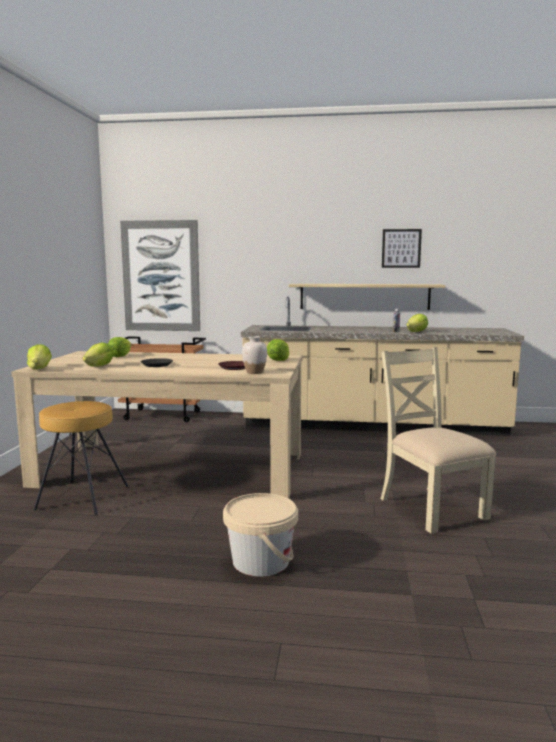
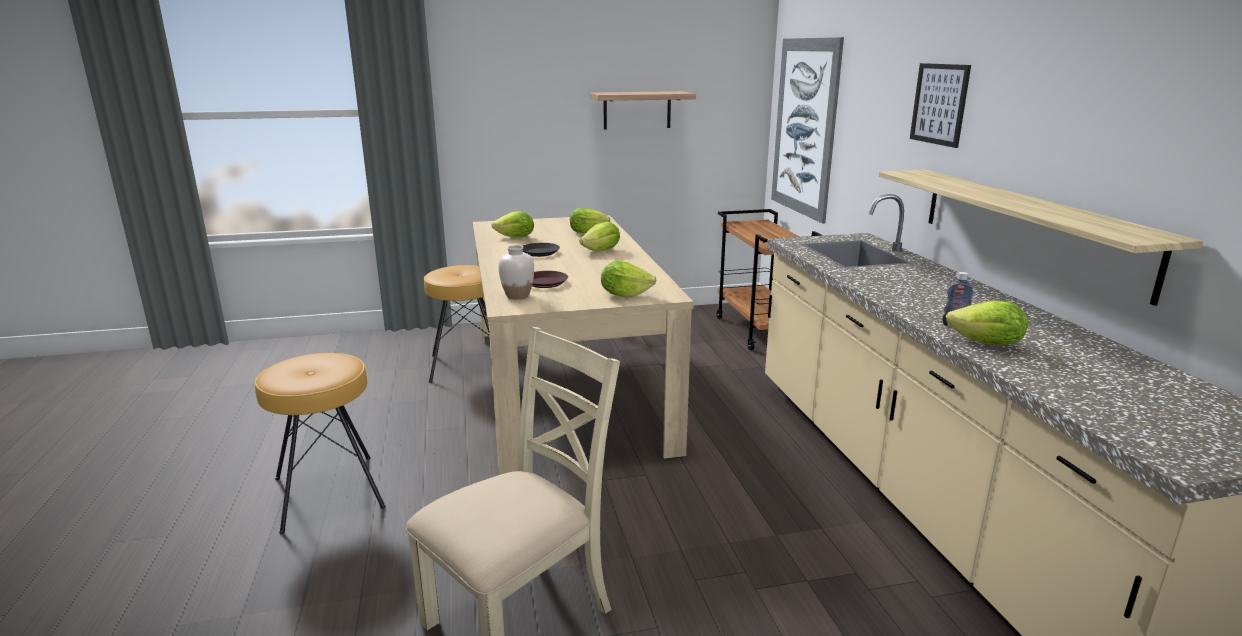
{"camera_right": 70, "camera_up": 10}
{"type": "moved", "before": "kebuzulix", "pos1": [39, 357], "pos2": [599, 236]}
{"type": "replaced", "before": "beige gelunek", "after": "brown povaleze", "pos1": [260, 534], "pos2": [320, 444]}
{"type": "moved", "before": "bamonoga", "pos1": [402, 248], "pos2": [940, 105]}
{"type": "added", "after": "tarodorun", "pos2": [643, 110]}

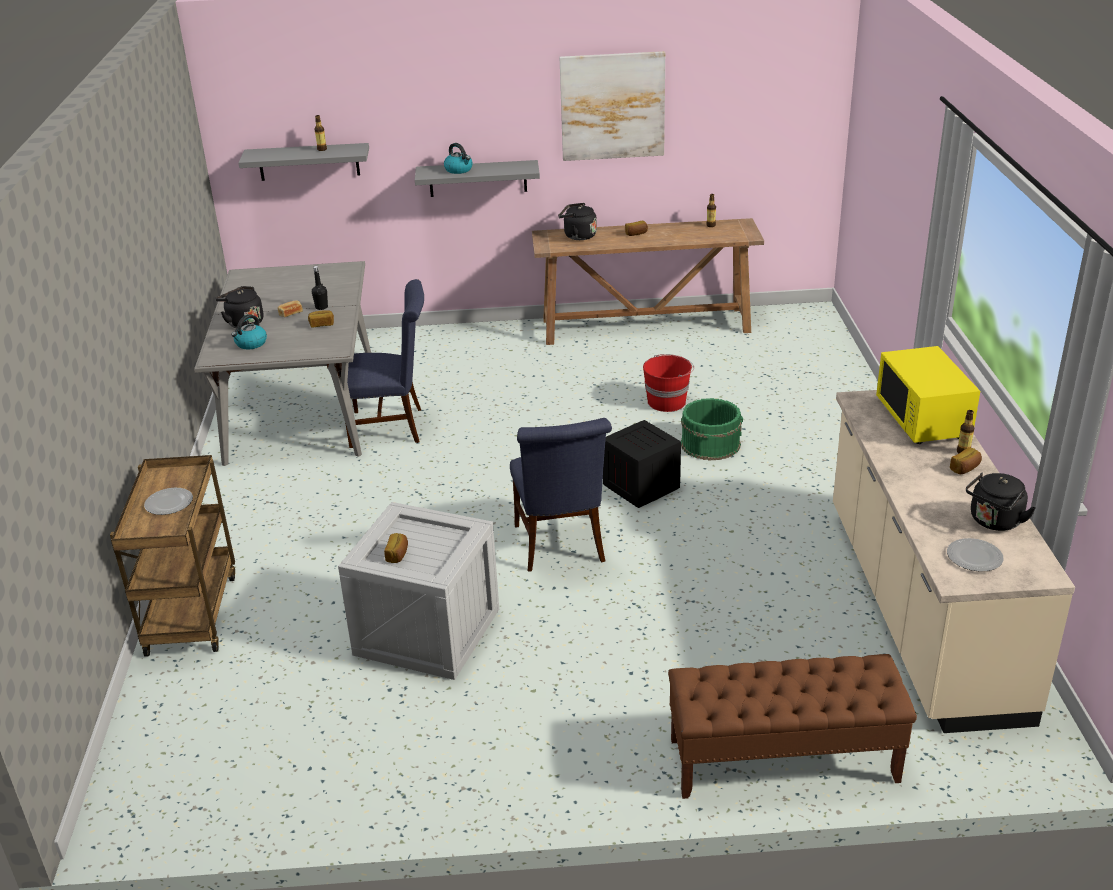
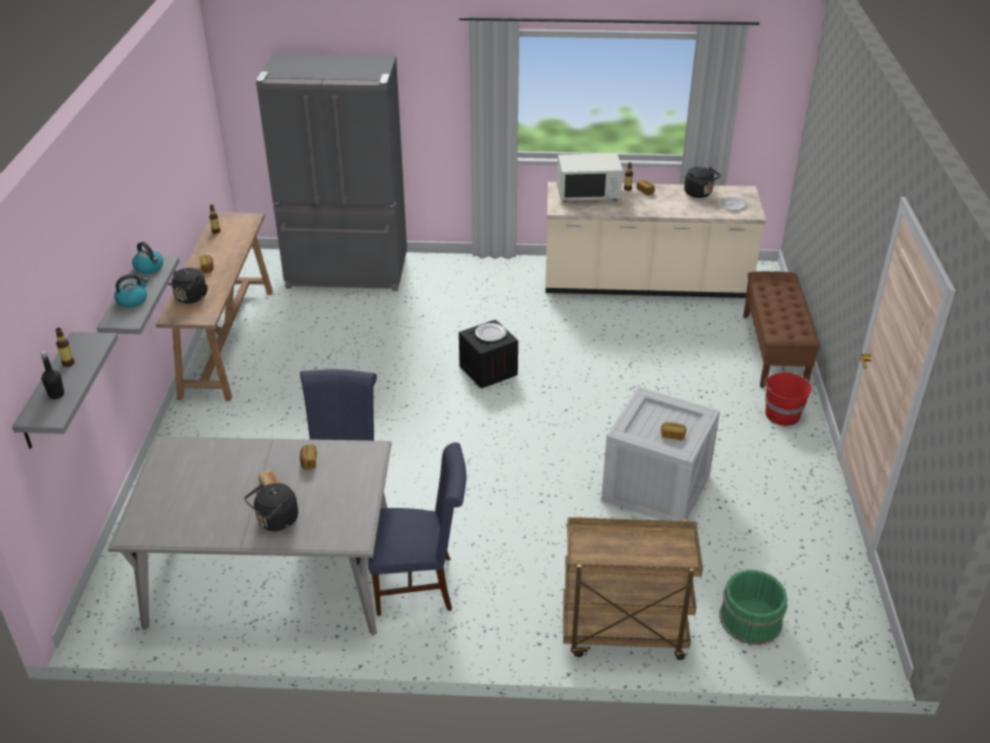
{"camera_right": -85, "camera_up": 5}
{"type": "moved", "before": "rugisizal", "pos1": [168, 501], "pos2": [491, 332]}
{"type": "moved", "before": "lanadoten", "pos1": [249, 332], "pos2": [147, 258]}
{"type": "moved", "before": "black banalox", "pos1": [320, 288], "pos2": [52, 375]}
{"type": "moved", "before": "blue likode", "pos1": [561, 495], "pos2": [417, 529]}
{"type": "removed", "before": "bamonoga", "pos1": [612, 106]}
{"type": "moved", "before": "red gelunek", "pos1": [668, 383], "pos2": [787, 399]}
{"type": "moved", "before": "green gelunek", "pos1": [712, 429], "pos2": [753, 607]}
{"type": "recoloured", "before": "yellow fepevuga", "after": "white fepevuga", "pos1": [928, 395], "pos2": [590, 177]}
{"type": "added", "after": "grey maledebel", "pos2": [331, 172]}

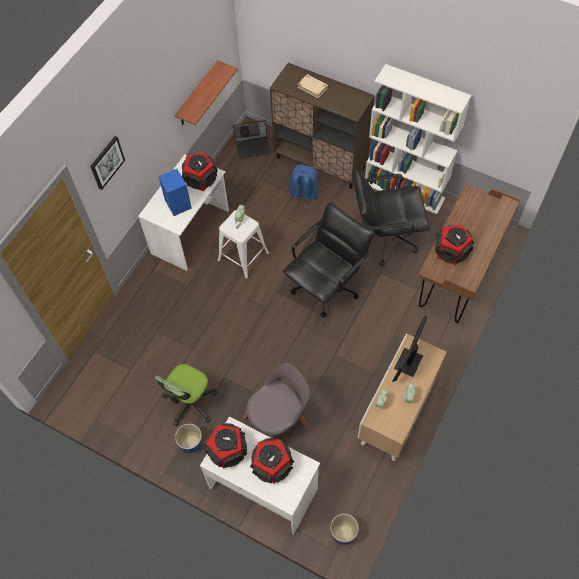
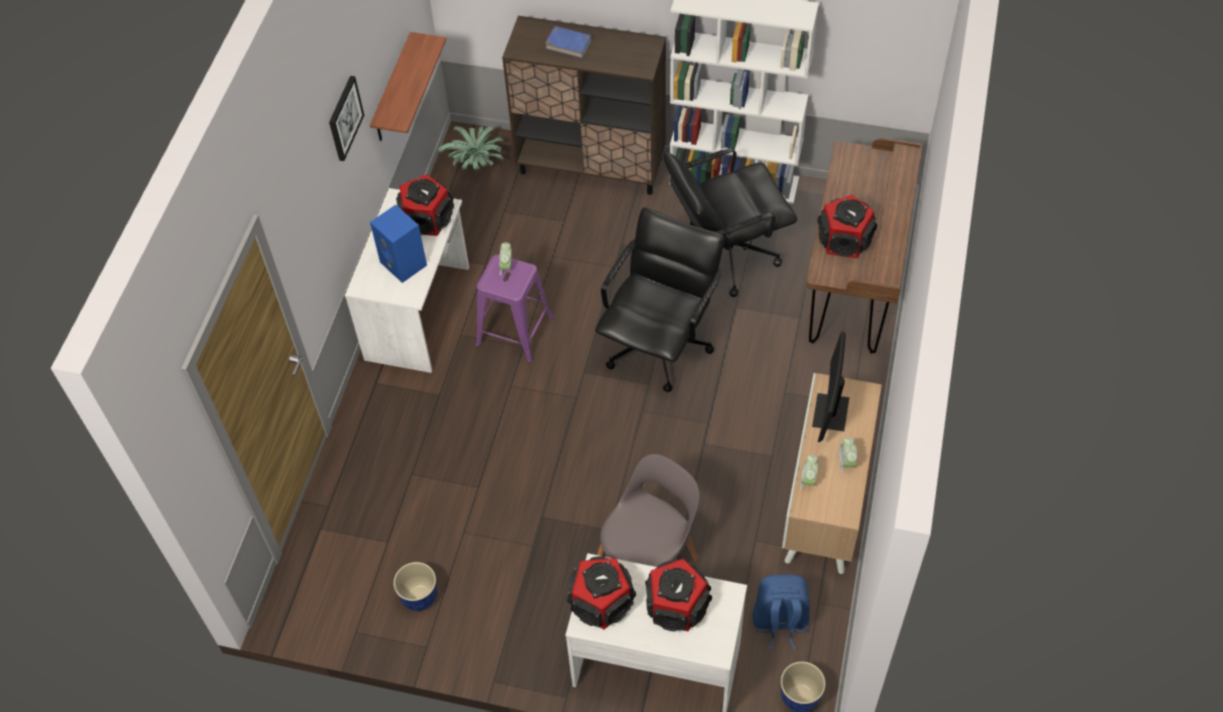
{"camera_right": -15, "camera_up": -5}
{"type": "moved", "before": "bamonoga", "pos1": [107, 163], "pos2": [346, 118]}
{"type": "removed", "before": "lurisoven", "pos1": [186, 395]}
{"type": "moved", "before": "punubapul", "pos1": [188, 438], "pos2": [415, 586]}
{"type": "recoloured", "before": "white povaleze", "after": "purple povaleze", "pos1": [243, 244], "pos2": [514, 308]}
{"type": "replaced", "before": "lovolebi", "after": "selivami", "pos1": [252, 139], "pos2": [471, 148]}
{"type": "moved", "before": "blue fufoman", "pos1": [304, 186], "pos2": [781, 613]}
{"type": "recoloured", "before": "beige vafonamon", "after": "blue vafonamon", "pos1": [313, 86], "pos2": [568, 42]}

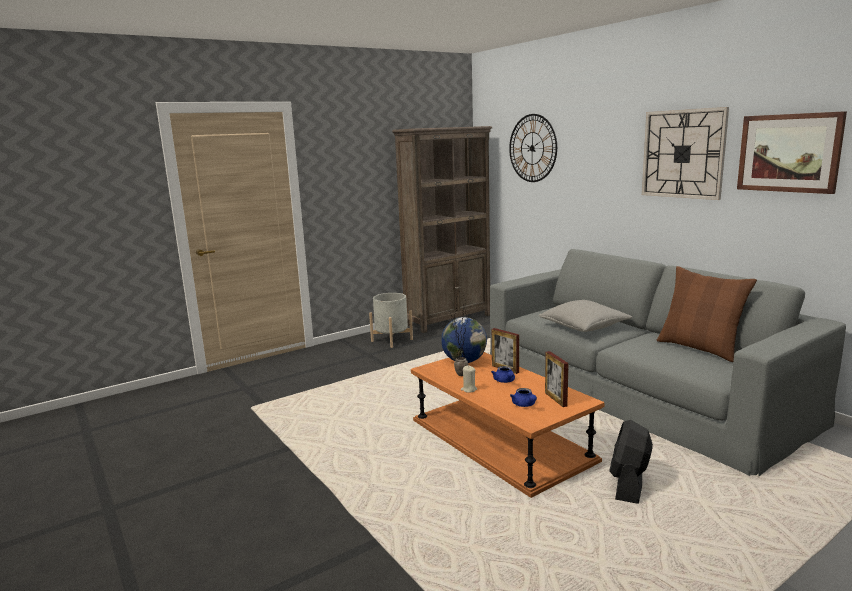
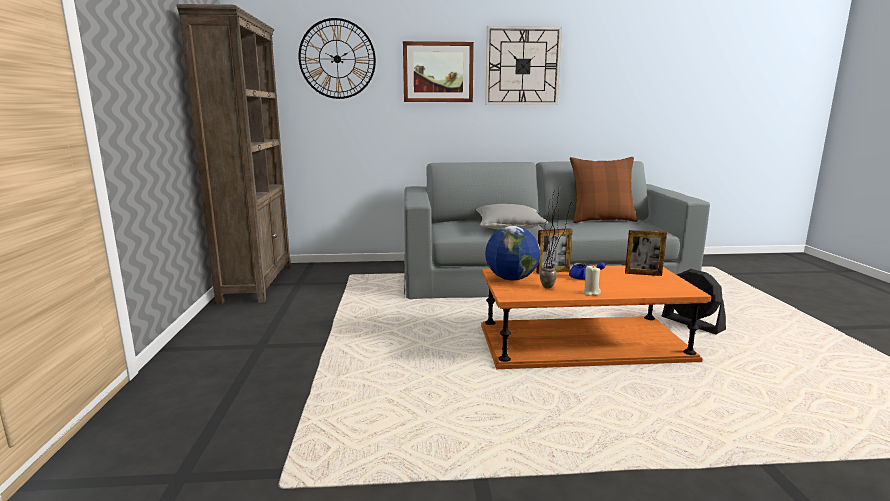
{"camera_right": -60, "camera_up": 0}
{"type": "removed", "before": "grey punubapul", "pos1": [391, 320]}
{"type": "removed", "before": "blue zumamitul", "pos1": [523, 397]}
{"type": "moved", "before": "bamonoga", "pos1": [792, 152], "pos2": [438, 71]}

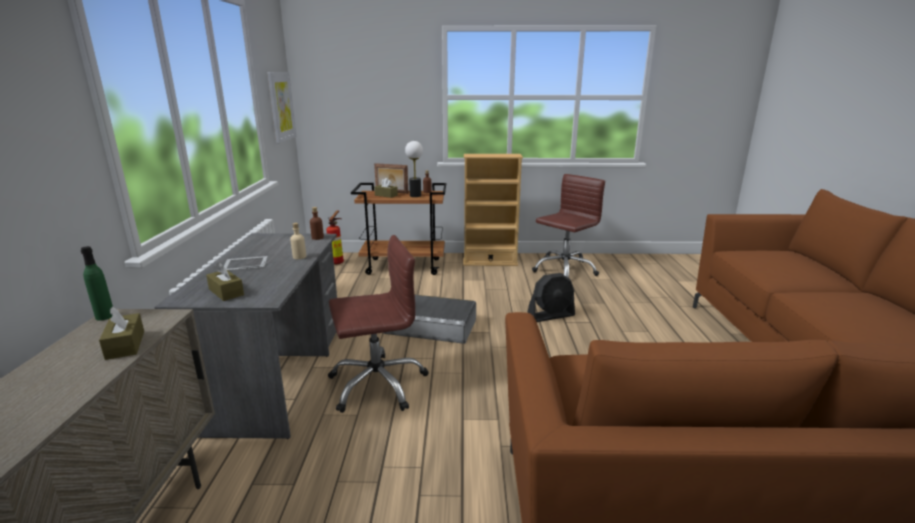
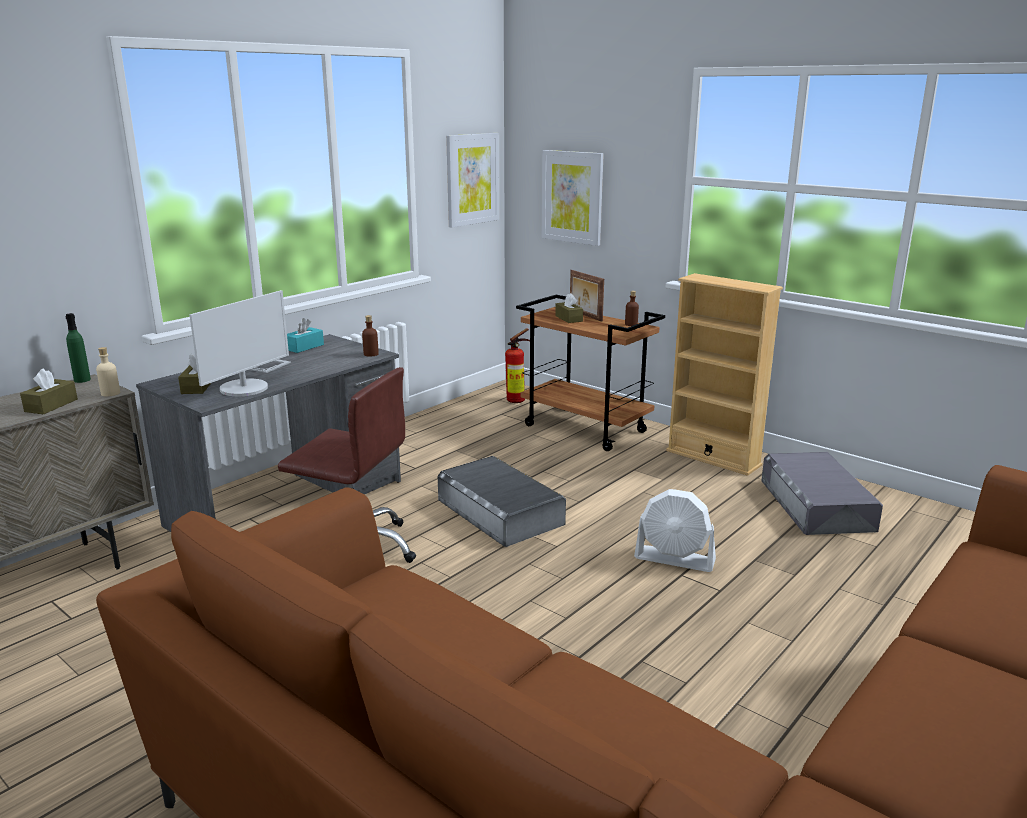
{"camera_right": 40, "camera_up": 0}
{"type": "moved", "before": "beige banalox", "pos1": [298, 241], "pos2": [108, 372]}
{"type": "removed", "before": "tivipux", "pos1": [414, 169]}
{"type": "recoloured", "before": "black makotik", "after": "white makotik", "pos1": [551, 297], "pos2": [675, 530]}
{"type": "replaced", "before": "brown lurisoven", "after": "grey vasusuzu", "pos1": [568, 225], "pos2": [822, 493]}
{"type": "added", "after": "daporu", "pos2": [239, 343]}
{"type": "added", "after": "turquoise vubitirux", "pos2": [305, 335]}
{"type": "added", "after": "bamonoga", "pos2": [572, 198]}

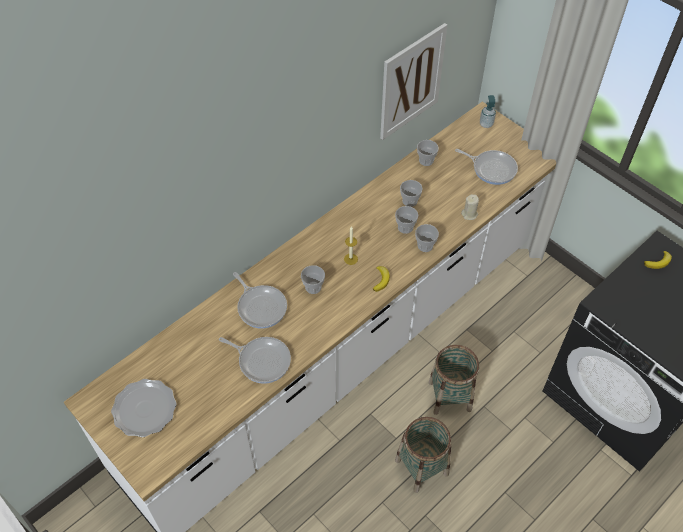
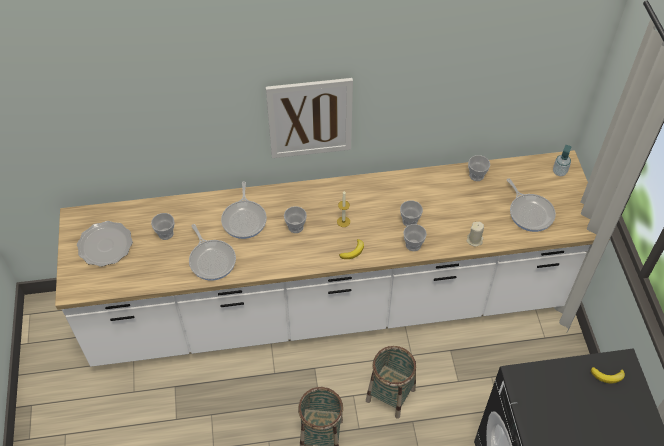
{"camera_right": 35, "camera_up": 0}
{"type": "moved", "before": "bamonoga", "pos1": [413, 81], "pos2": [309, 118]}
{"type": "moved", "before": "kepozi", "pos1": [411, 193], "pos2": [162, 226]}

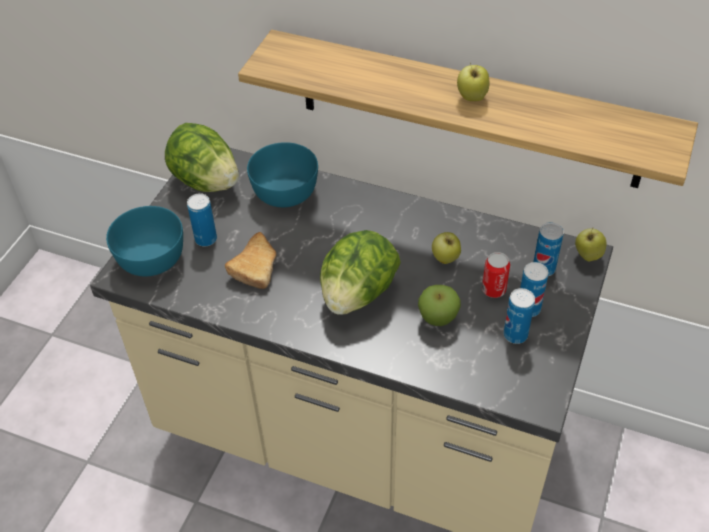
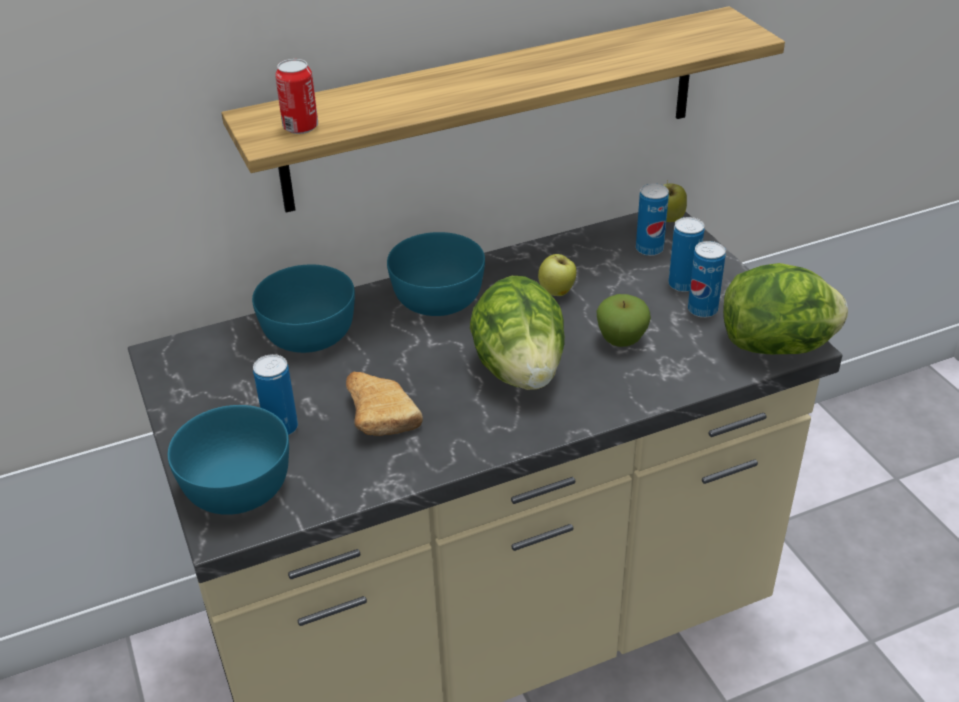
{"camera_right": -45, "camera_up": -10}
{"type": "moved", "before": "kebuzulix", "pos1": [202, 157], "pos2": [785, 308]}
{"type": "removed", "before": "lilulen", "pos1": [473, 82]}
{"type": "moved", "before": "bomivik", "pos1": [496, 275], "pos2": [296, 96]}
{"type": "added", "after": "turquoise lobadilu", "pos2": [436, 274]}

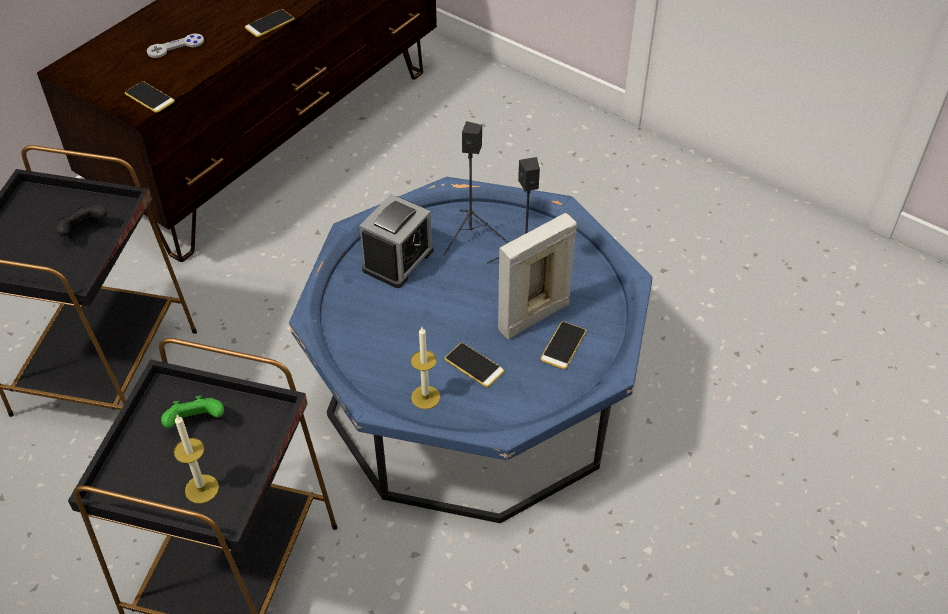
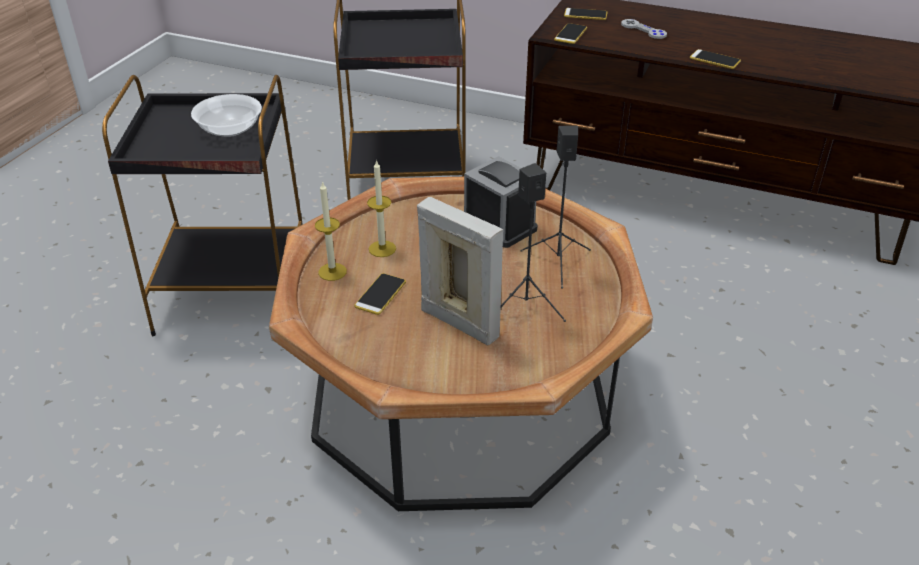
{"camera_right": 75, "camera_up": -10}
{"type": "removed", "before": "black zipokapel", "pos1": [82, 220]}
{"type": "replaced", "before": "green zipokapel", "after": "lobadilu", "pos1": [192, 412], "pos2": [226, 115]}
{"type": "moved", "before": "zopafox", "pos1": [196, 459], "pos2": [381, 208]}
{"type": "recoloured", "before": "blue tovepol", "after": "brown tovepol", "pos1": [471, 350], "pos2": [461, 344]}
{"type": "turned", "before": "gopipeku", "pos1": [397, 241], "pos2": [501, 202], "turn": -150}
{"type": "moved", "before": "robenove", "pos1": [563, 345], "pos2": [585, 14]}

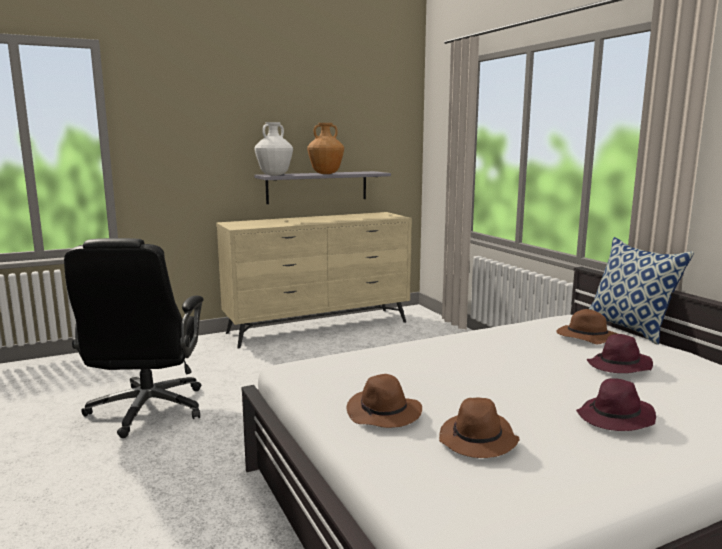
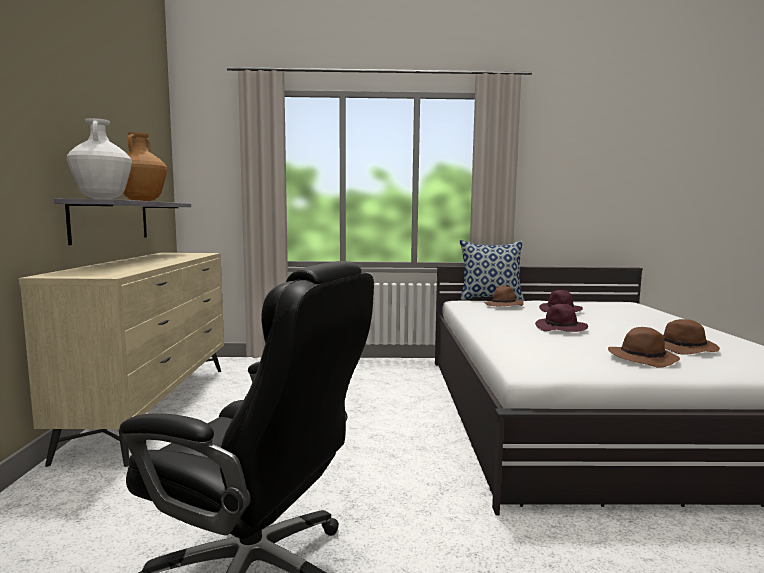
{"camera_right": -65, "camera_up": -5}
{"type": "moved", "before": "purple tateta", "pos1": [616, 404], "pos2": [561, 318]}

